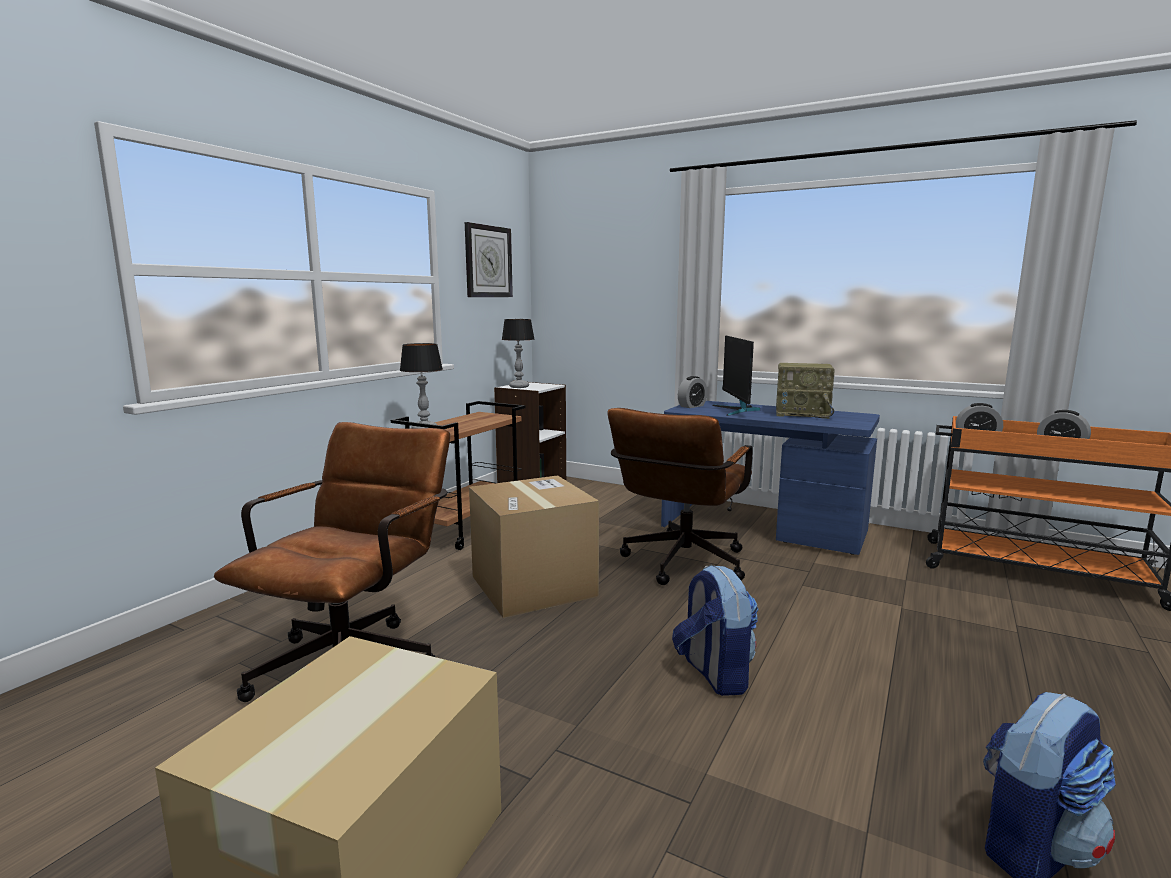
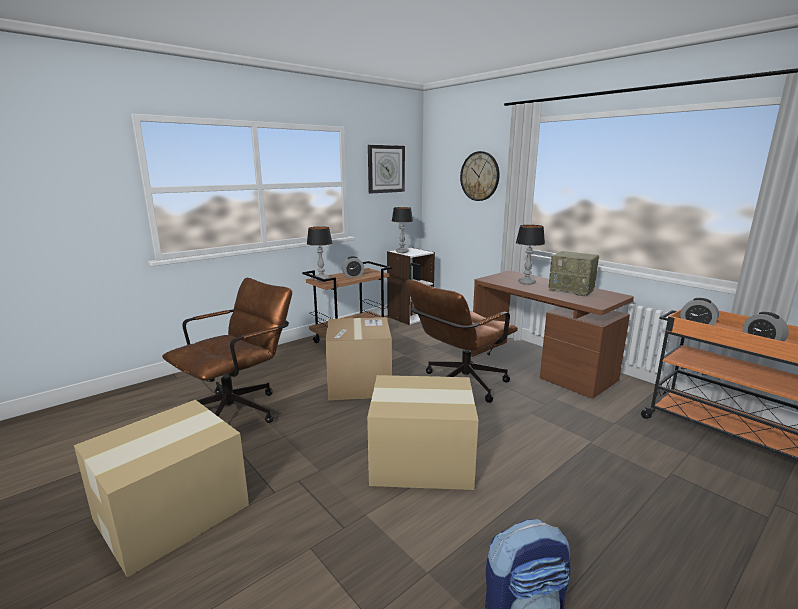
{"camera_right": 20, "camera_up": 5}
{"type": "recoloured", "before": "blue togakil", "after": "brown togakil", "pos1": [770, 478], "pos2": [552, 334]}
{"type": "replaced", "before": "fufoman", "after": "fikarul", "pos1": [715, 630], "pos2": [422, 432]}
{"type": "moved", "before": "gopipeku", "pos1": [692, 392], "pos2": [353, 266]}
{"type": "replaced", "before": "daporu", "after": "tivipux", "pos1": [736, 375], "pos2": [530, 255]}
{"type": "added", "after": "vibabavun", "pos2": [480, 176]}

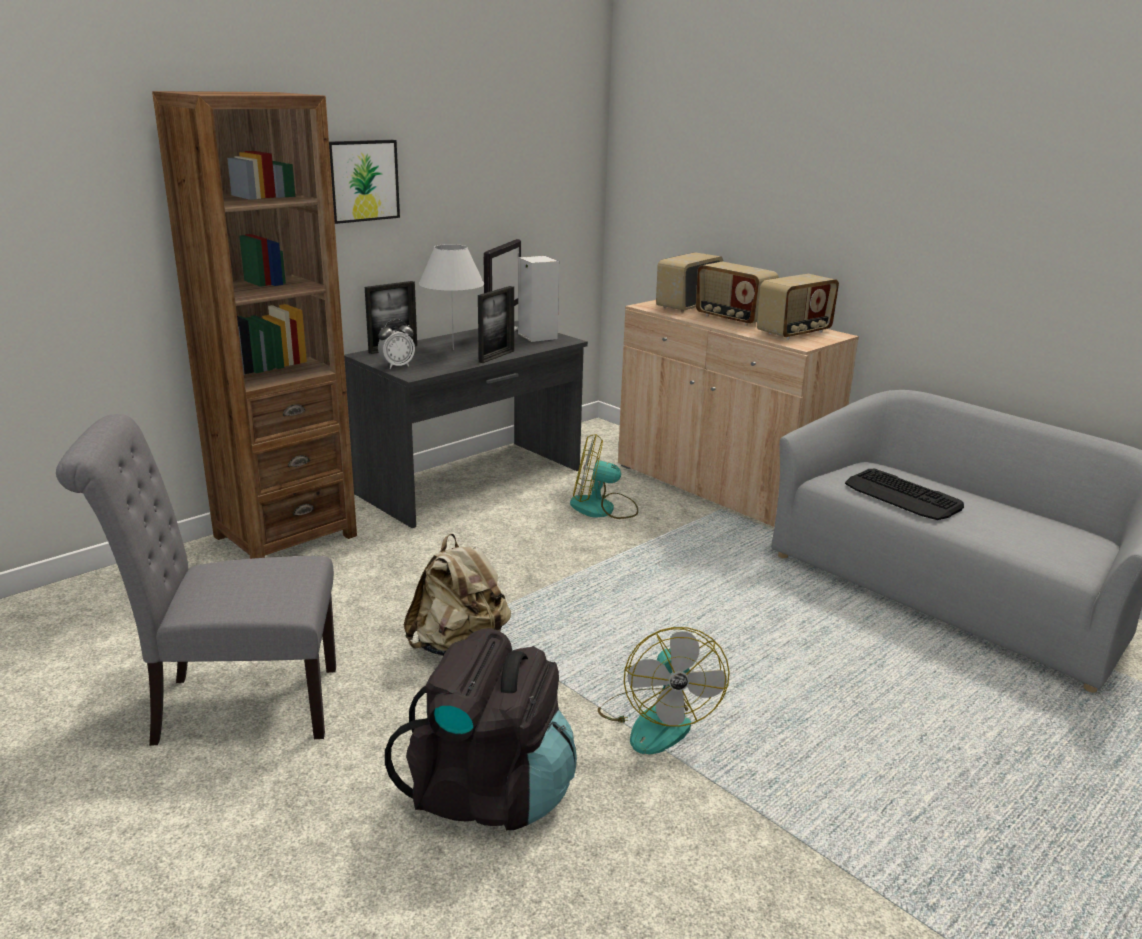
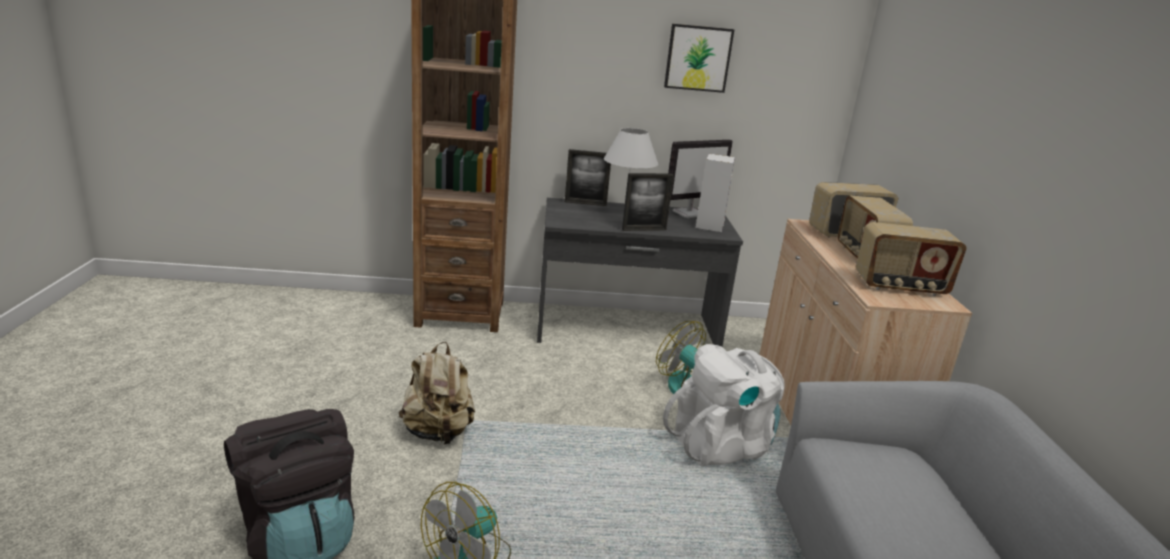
{"camera_right": 40, "camera_up": 0}
{"type": "removed", "before": "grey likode", "pos1": [196, 580]}
{"type": "moved", "before": "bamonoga", "pos1": [364, 182], "pos2": [699, 58]}
{"type": "removed", "before": "gopipeku", "pos1": [396, 344]}
{"type": "removed", "before": "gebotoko", "pos1": [904, 494]}
{"type": "added", "after": "white fufoman", "pos2": [724, 405]}

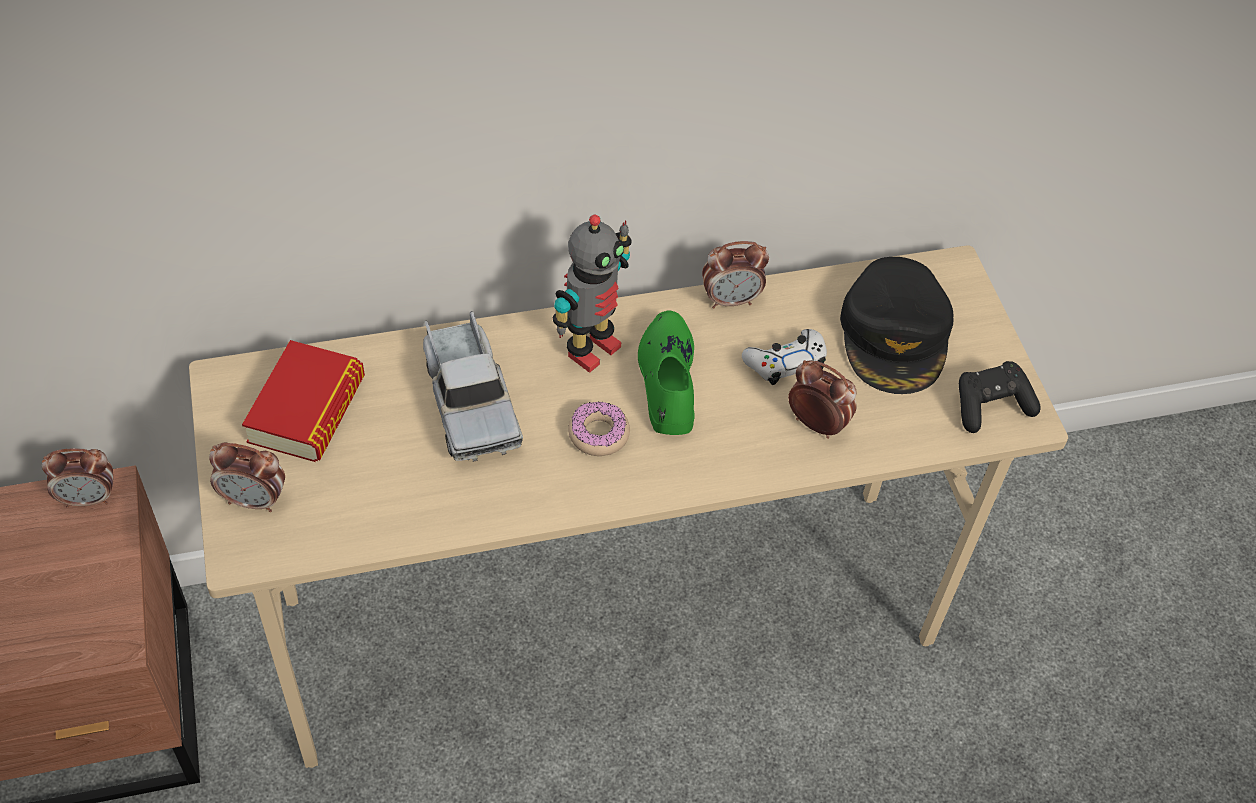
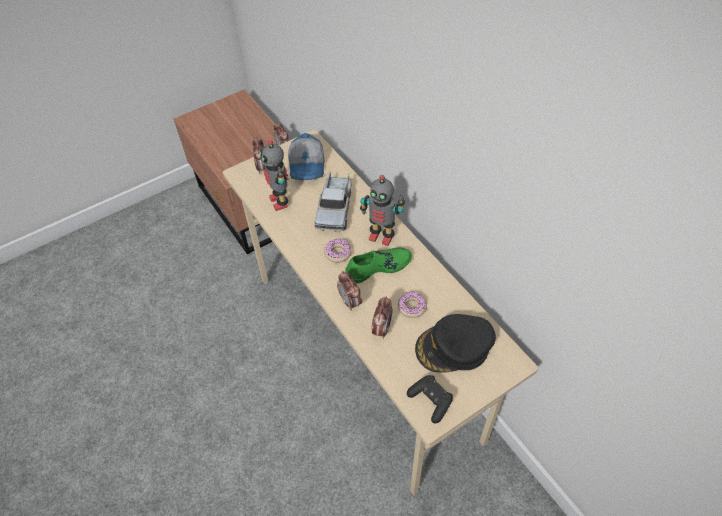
{"camera_right": 75, "camera_up": 0}
{"type": "replaced", "before": "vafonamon", "after": "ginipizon", "pos1": [303, 401], "pos2": [306, 156]}
{"type": "turned", "before": "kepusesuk", "pos1": [473, 386], "pos2": [333, 202], "turn": -45}
{"type": "moved", "before": "gopipeku", "pos1": [735, 274], "pos2": [349, 291]}
{"type": "replaced", "before": "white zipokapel", "after": "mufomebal", "pos1": [784, 357], "pos2": [412, 305]}
{"type": "added", "after": "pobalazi", "pos2": [274, 175]}

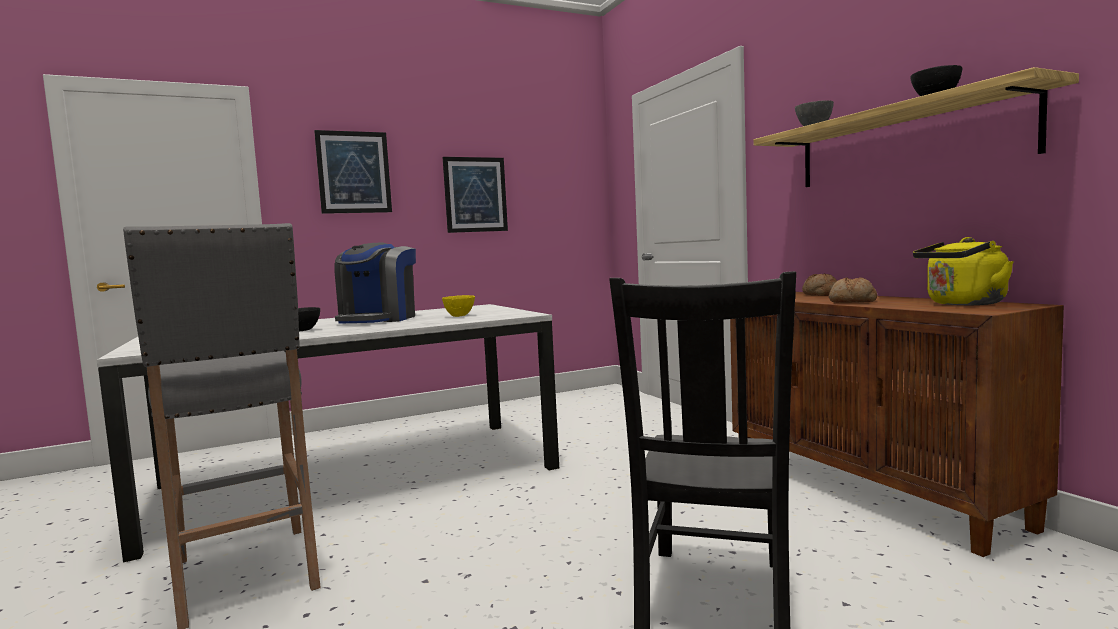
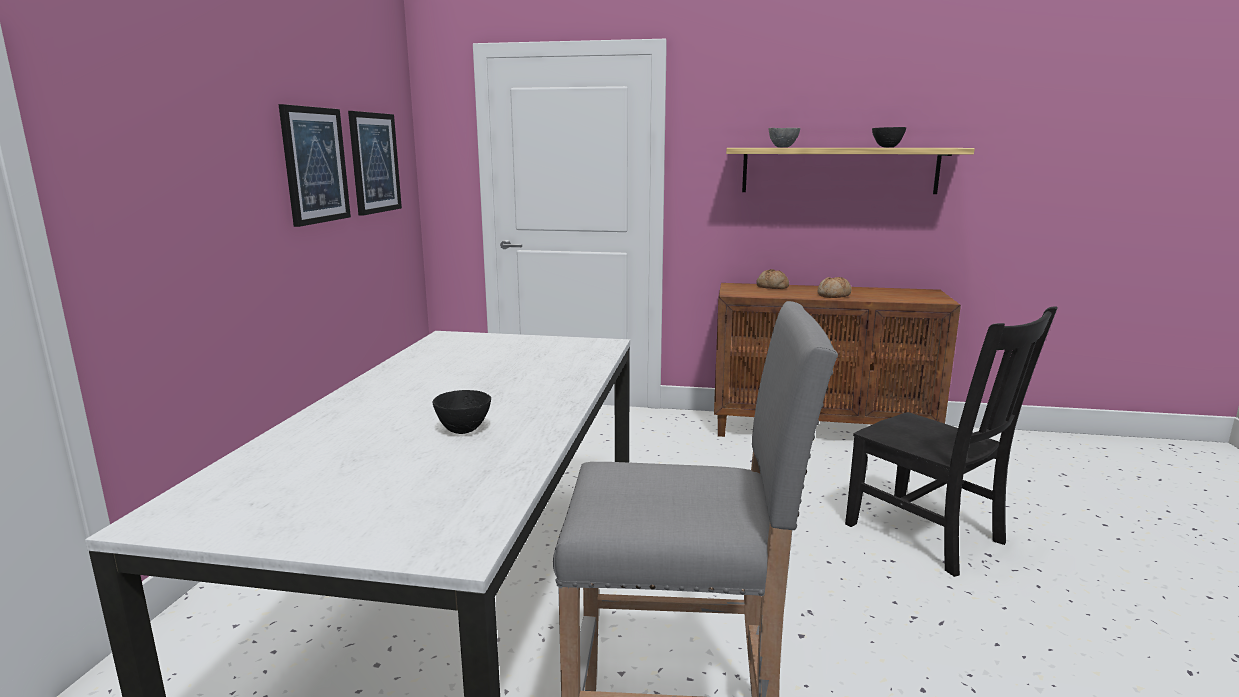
{"camera_right": -55, "camera_up": 10}
{"type": "moved", "before": "bamonoga", "pos1": [353, 172], "pos2": [375, 163]}
{"type": "removed", "before": "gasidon", "pos1": [375, 283]}
{"type": "removed", "before": "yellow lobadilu", "pos1": [458, 306]}
{"type": "removed", "before": "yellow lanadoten", "pos1": [963, 271]}

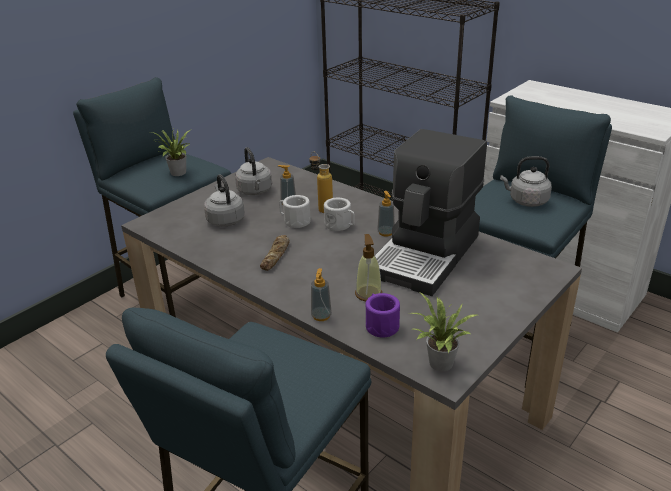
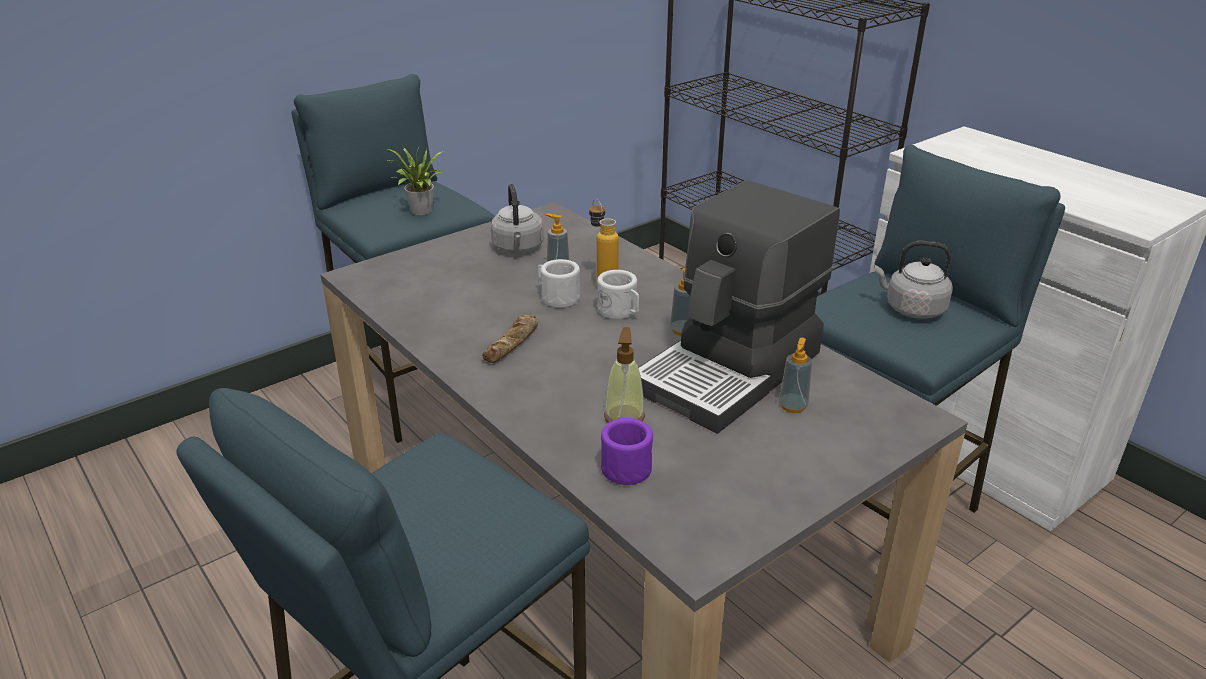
{"camera_right": 10, "camera_up": 0}
{"type": "removed", "before": "grey lanadoten", "pos1": [224, 200]}
{"type": "moved", "before": "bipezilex", "pos1": [321, 294], "pos2": [795, 375]}
{"type": "removed", "before": "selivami", "pos1": [443, 332]}

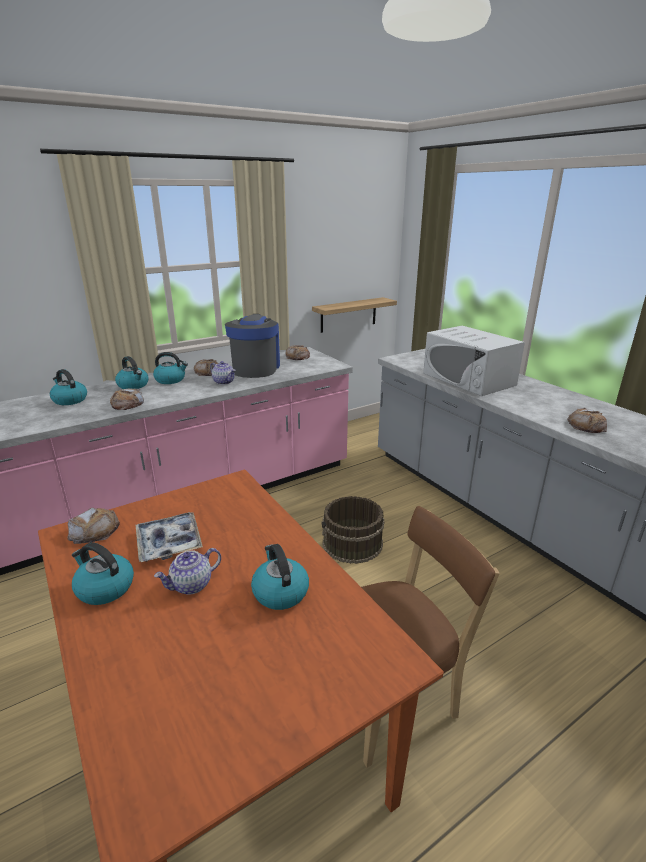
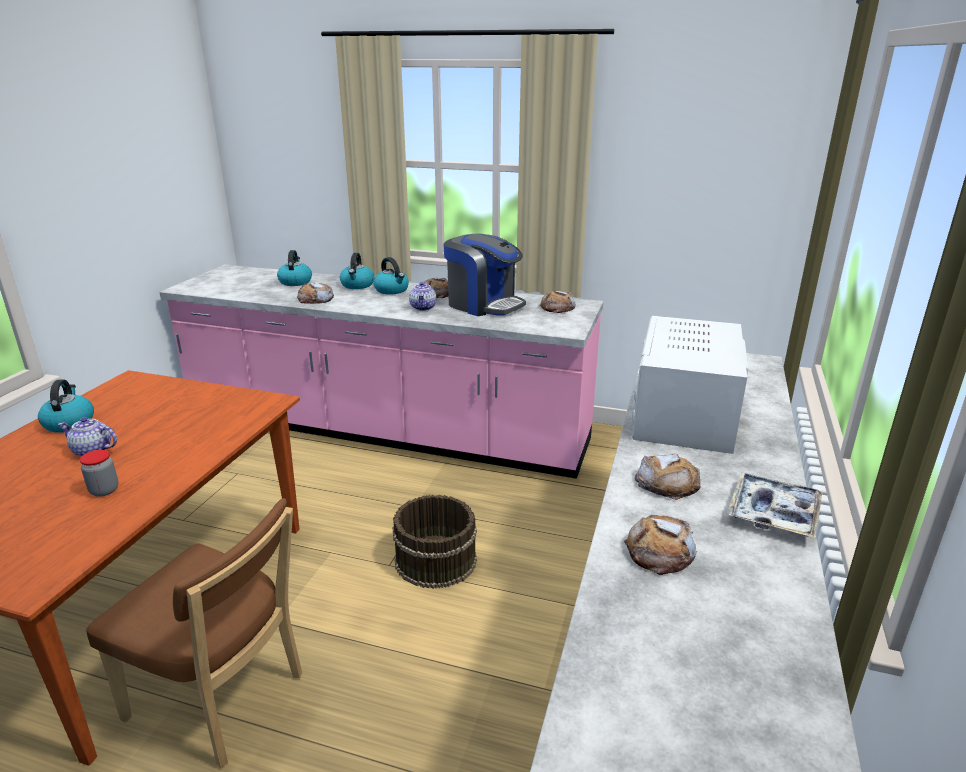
{"camera_right": 50, "camera_up": 0}
{"type": "moved", "before": "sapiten", "pos1": [93, 526], "pos2": [667, 476]}
{"type": "moved", "before": "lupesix", "pos1": [169, 537], "pos2": [775, 505]}
{"type": "turned", "before": "gasidon", "pos1": [252, 346], "pos2": [484, 275], "turn": 75}
{"type": "replaced", "before": "lanadoten", "after": "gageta", "pos1": [280, 577], "pos2": [99, 473]}
{"type": "removed", "before": "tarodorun", "pos1": [354, 315]}

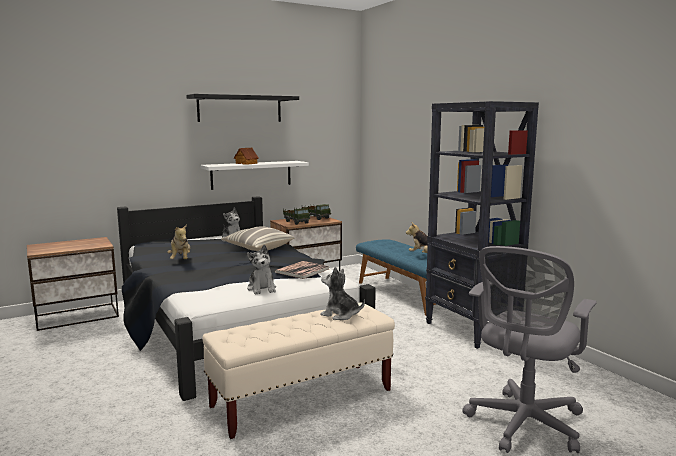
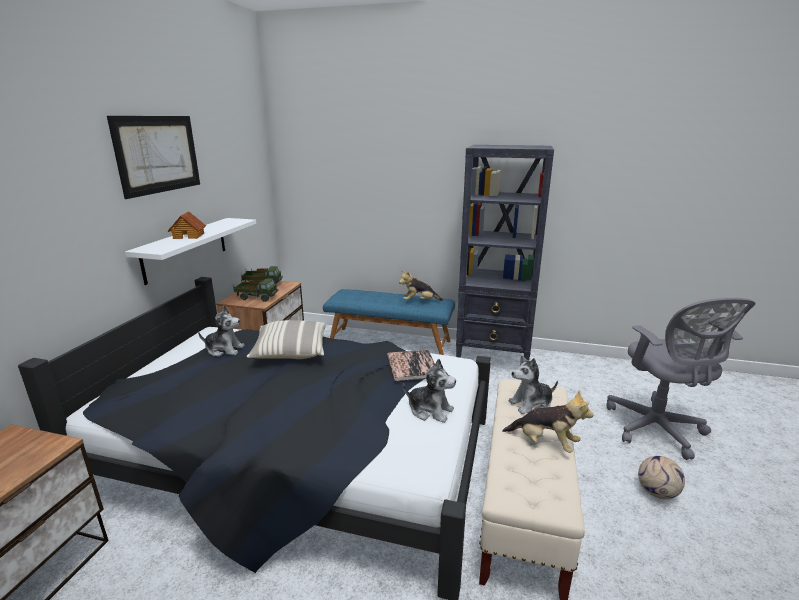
{"camera_right": -45, "camera_up": 10}
{"type": "moved", "before": "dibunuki", "pos1": [178, 241], "pos2": [547, 422]}
{"type": "replaced", "before": "black tarodorun", "after": "bamonoga", "pos1": [242, 108], "pos2": [153, 157]}
{"type": "added", "after": "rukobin", "pos2": [661, 477]}

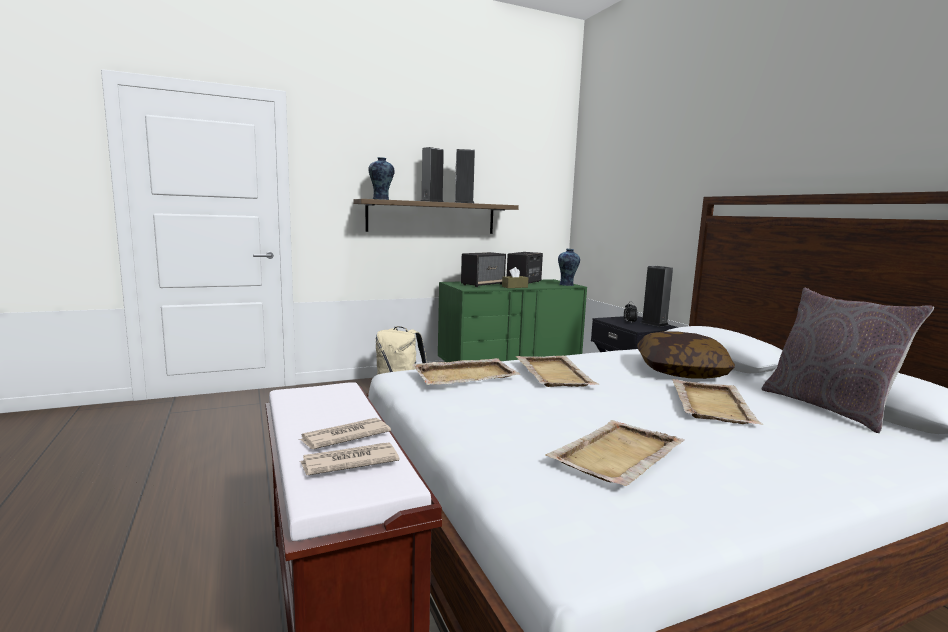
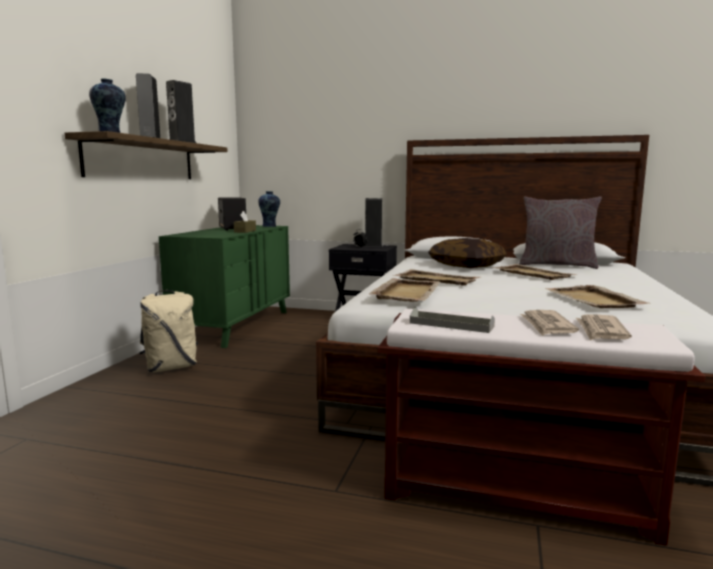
{"camera_right": -50, "camera_up": 0}
{"type": "removed", "before": "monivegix", "pos1": [483, 269]}
{"type": "added", "after": "grey lupesix", "pos2": [452, 320]}

